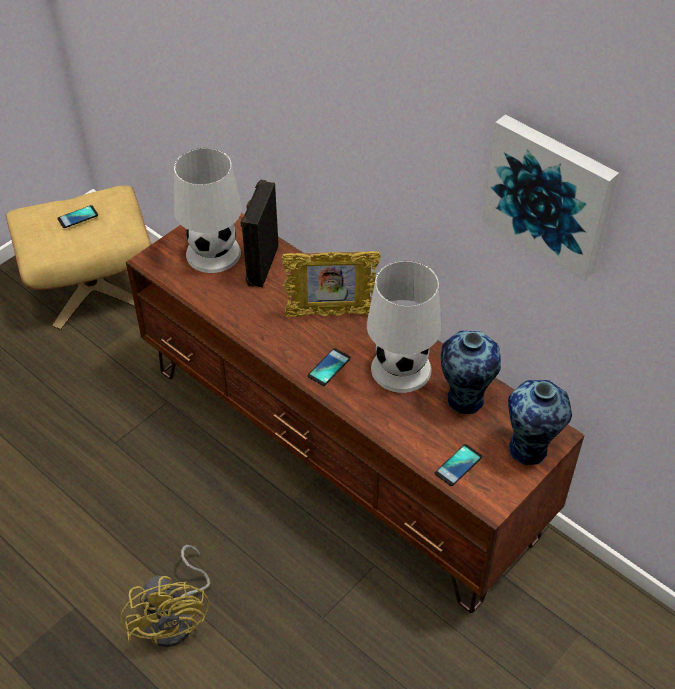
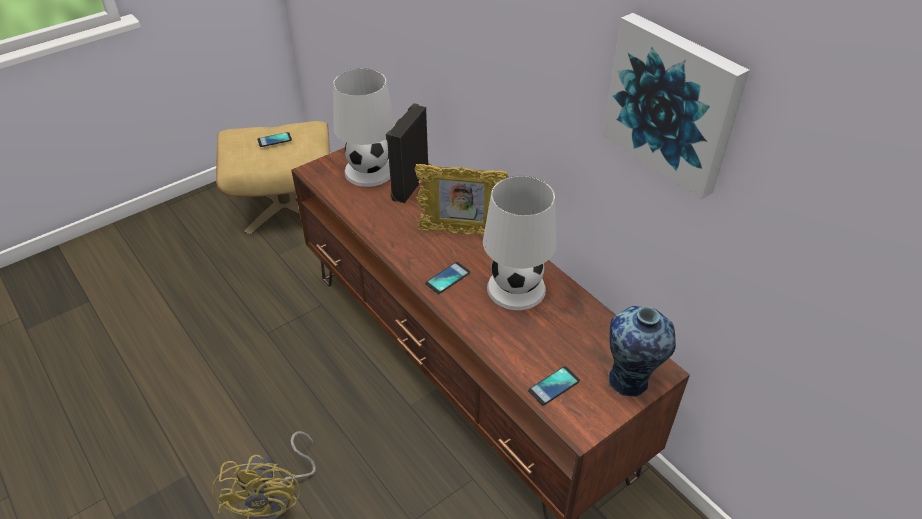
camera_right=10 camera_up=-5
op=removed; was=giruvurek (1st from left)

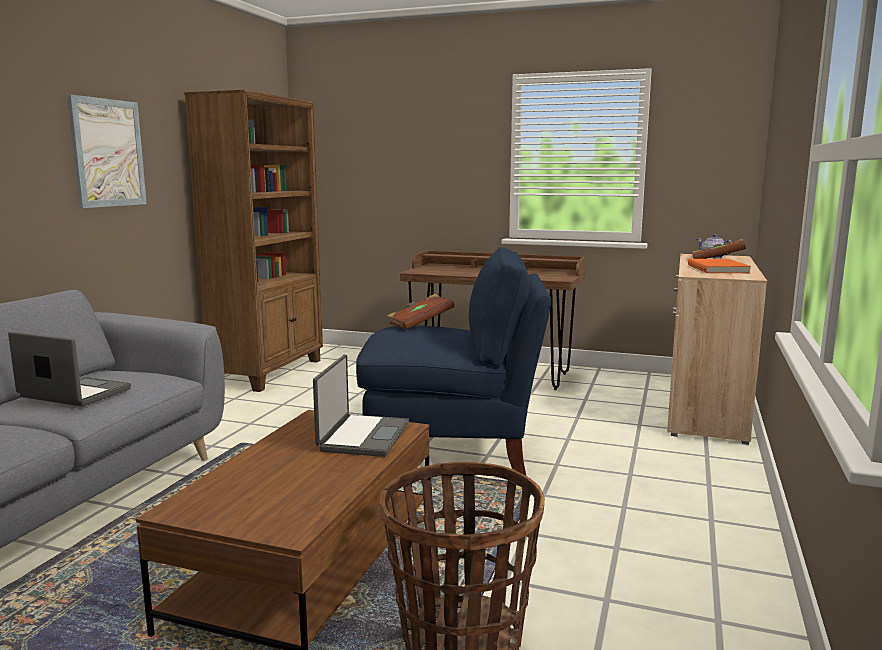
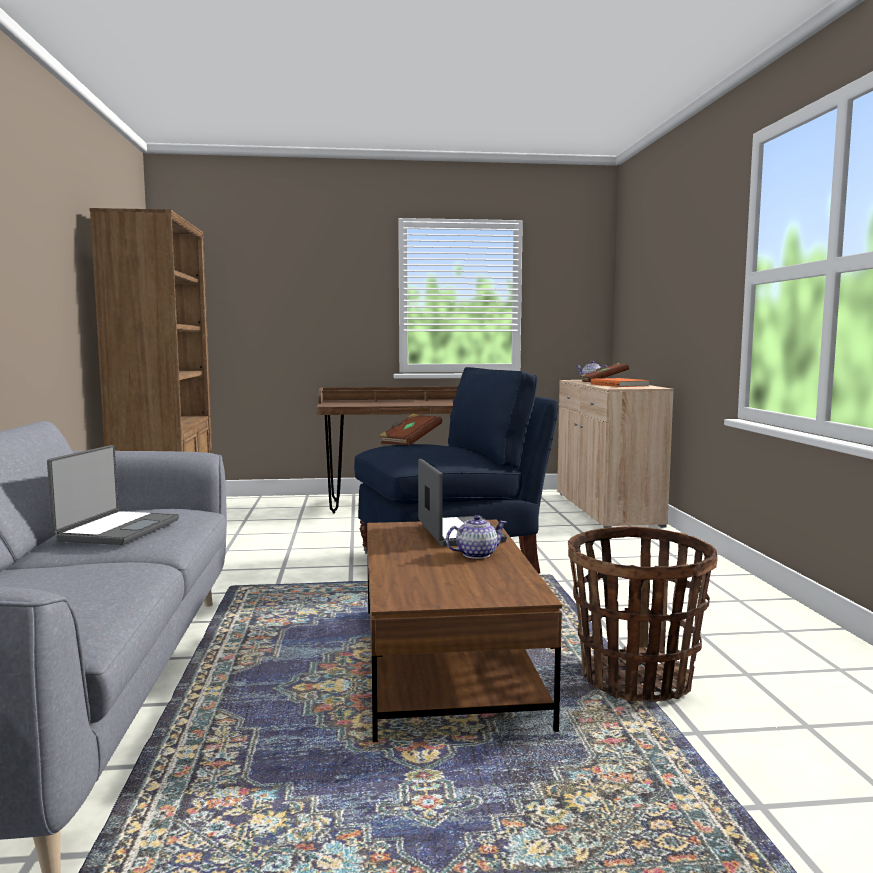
camera_right=-25 camera_up=-5
op=removed; was=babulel
op=added; now=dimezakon (1st from left)
op=turned; was=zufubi (1st from left); clockwise=105

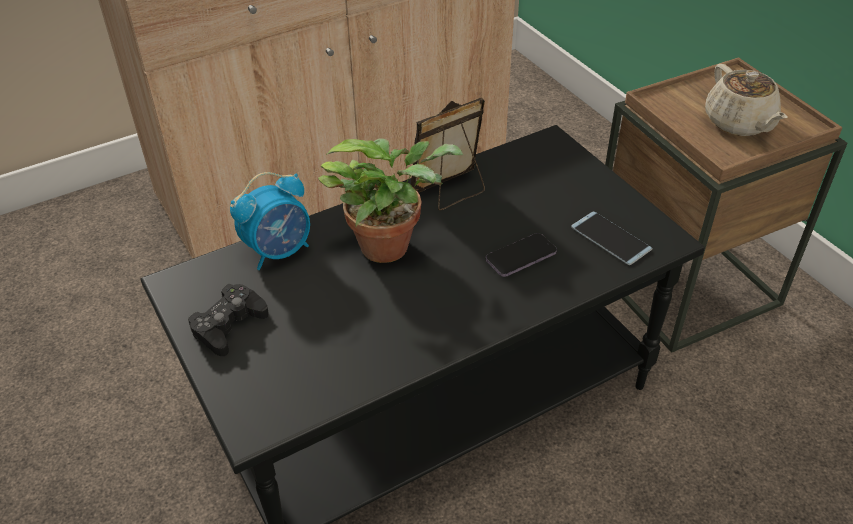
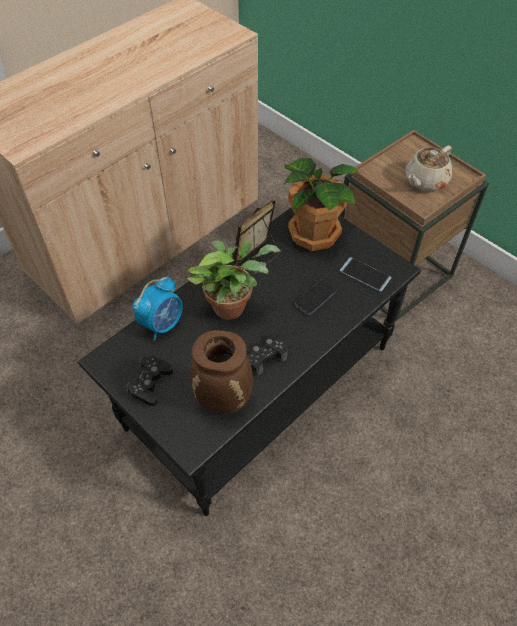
camera_right=-15 camera_up=10
op=added; now=brown_giruvurek
op=added; now=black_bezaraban (2nd from left)
op=added; now=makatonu (2nd from left)
op=turned; was=beige_dimezakon; clockwise=75

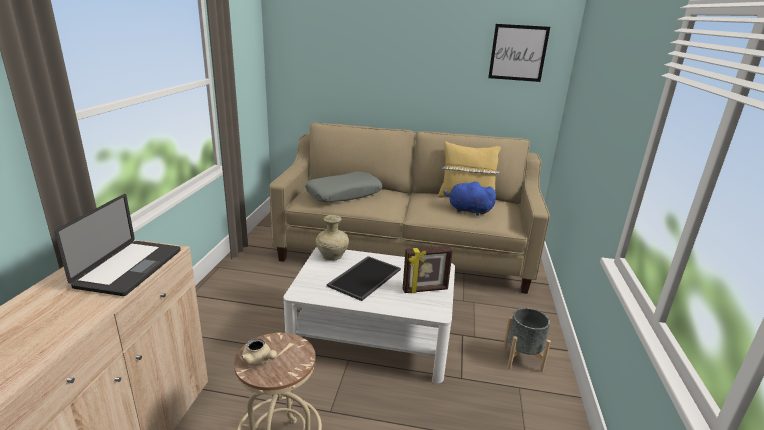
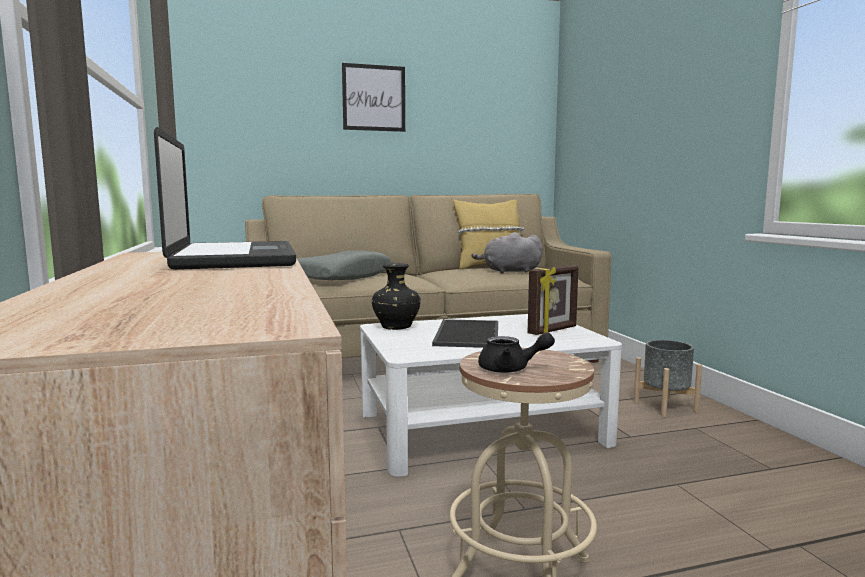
camera_right=-25 camera_up=-15
op=moved; was=babulel
op=recoloured; was=beige_dimezakon; now=black_dimezakon
op=recoloured; was=beige_giruvurek; now=black_giruvurek
op=recoloured; was=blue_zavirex; now=grey_zavirex

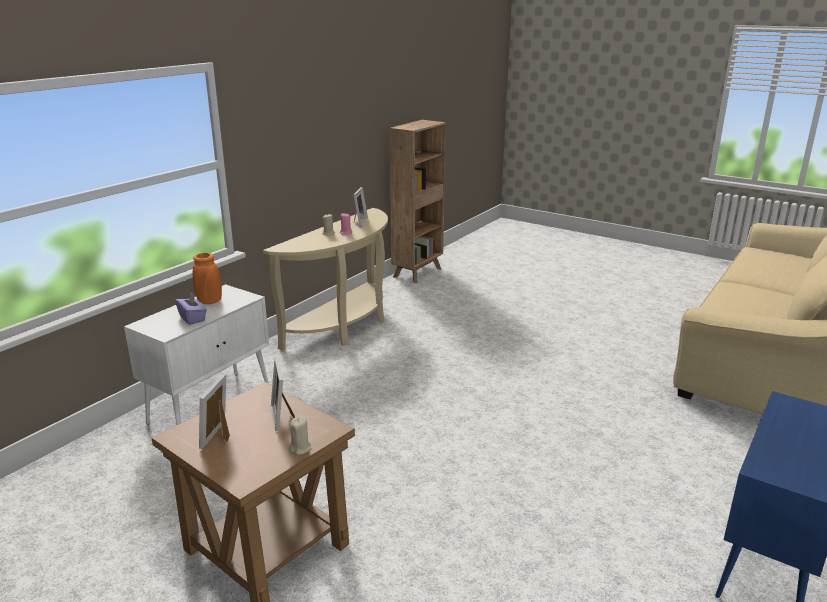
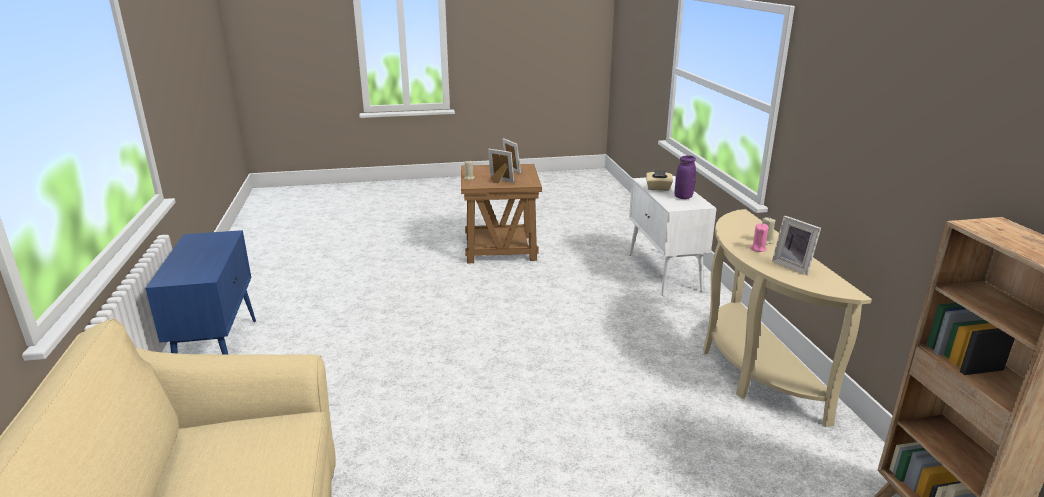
camera_right=135 camera_up=0
op=recoloured; was=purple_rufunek; now=beige_rufunek
op=recoloured; was=orange_giruvurek; now=purple_giruvurek

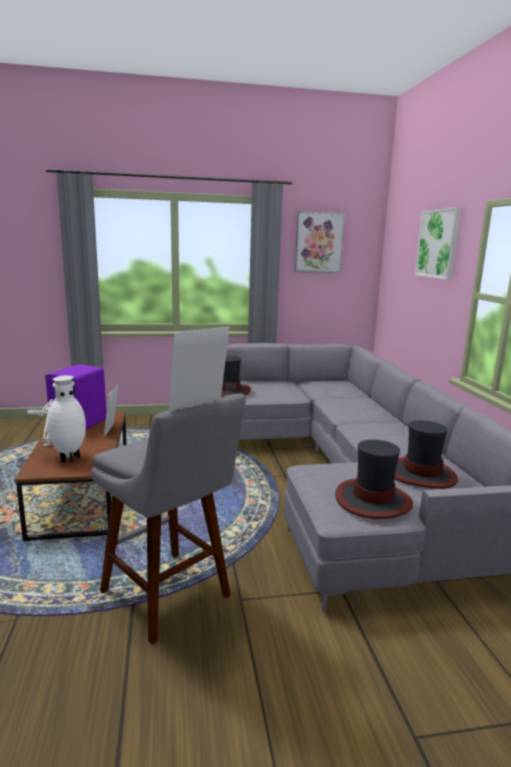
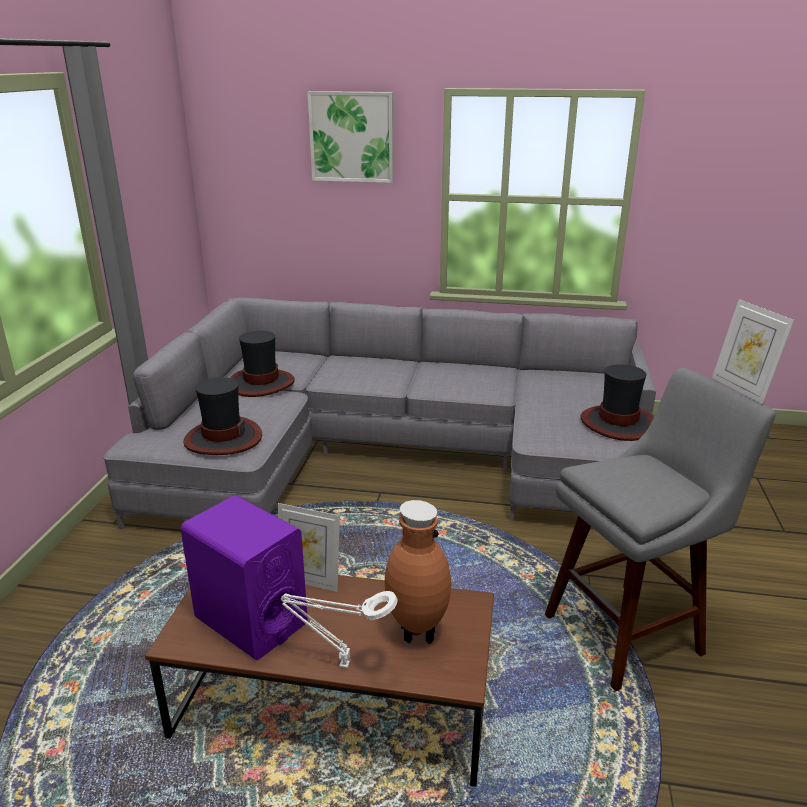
camera_right=-70 camera_up=10
op=removed; was=babulel (1st from left)
op=moved; was=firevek (3rd from left in the first image); now=firevek (2nd from left)
op=recoloured; was=white_giruvurek; now=brown_giruvurek

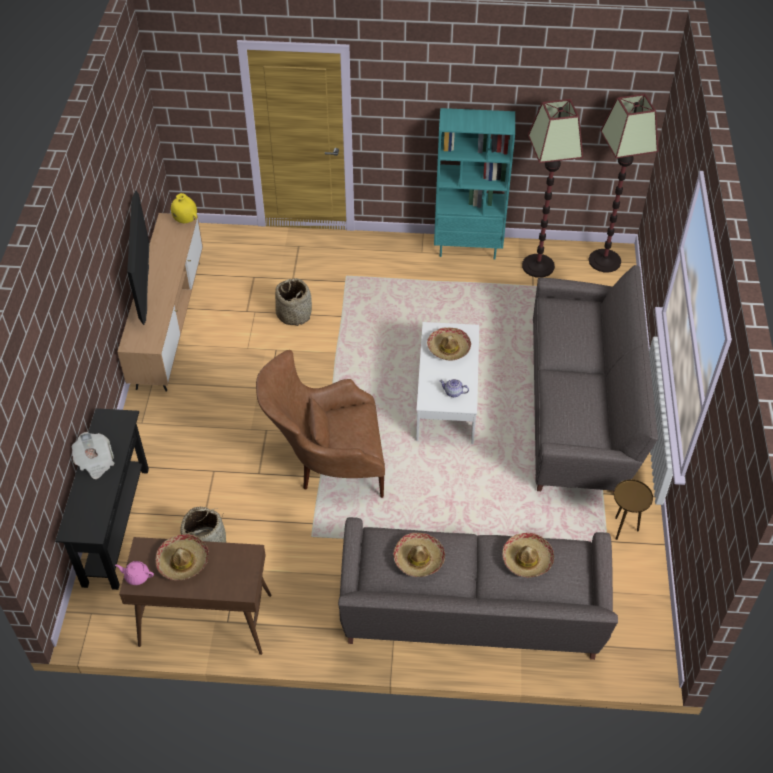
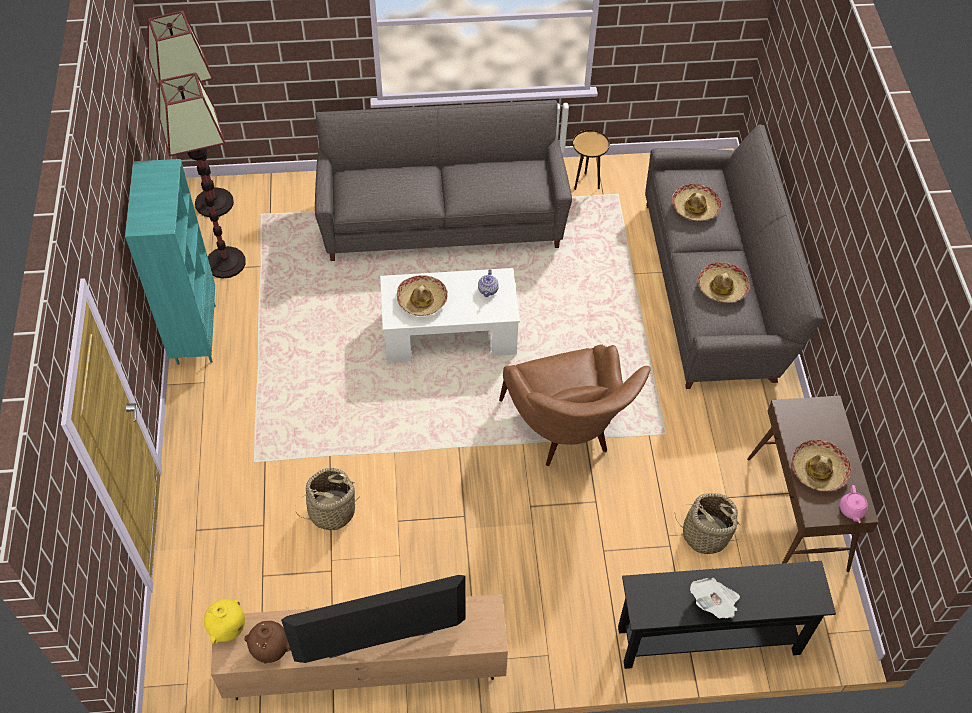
camera_right=-100 camera_up=5
op=added; now=brown_giruvurek

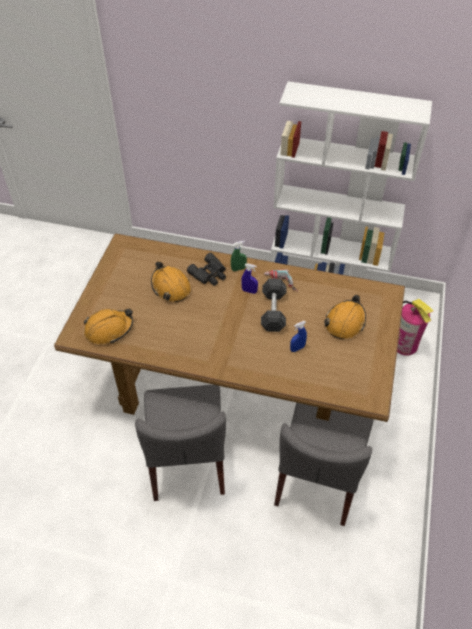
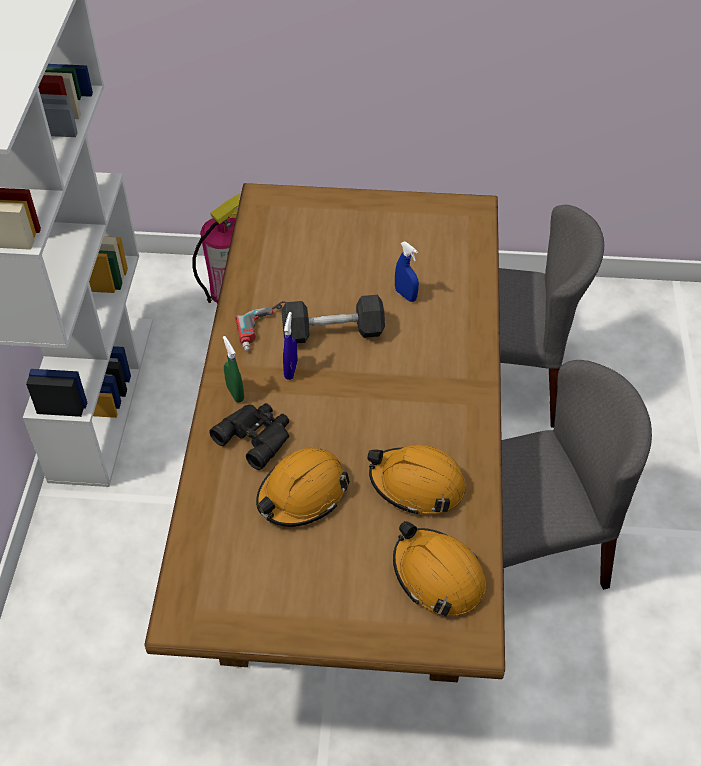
camera_right=-100 camera_up=0
op=moved; was=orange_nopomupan (3rd from left in the first image); now=orange_nopomupan (2nd from left)

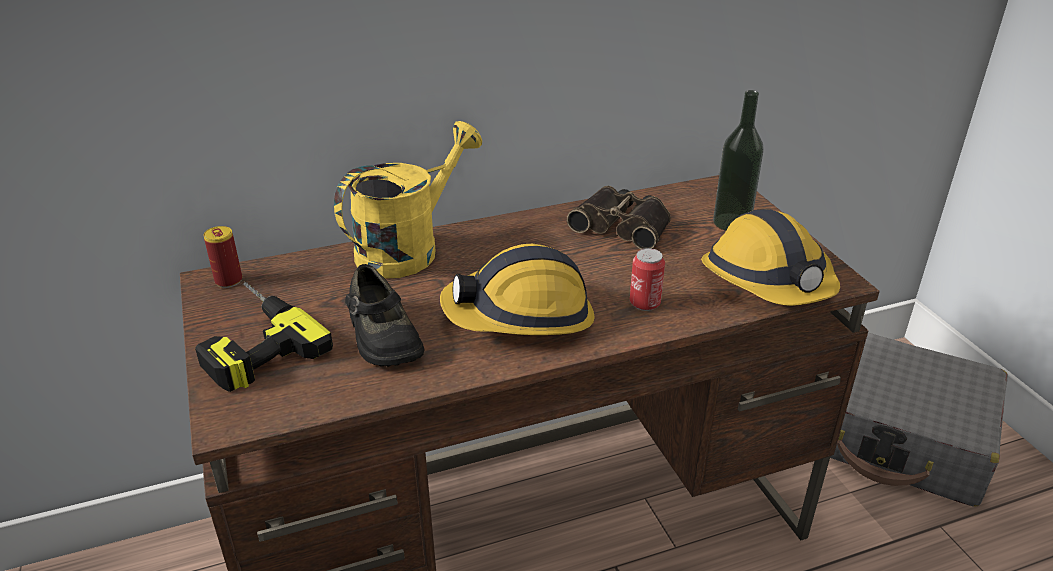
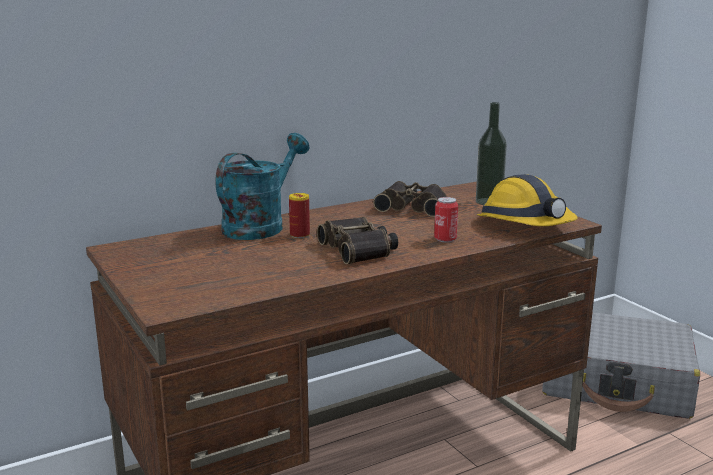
camera_right=-10 camera_up=-15
op=removed; was=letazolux
op=removed; was=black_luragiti
op=moved; was=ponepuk (1st from left)
op=replaced; was=nopomupan (1st from left); now=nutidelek (1st from left)
op=recoloured; was=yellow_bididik; now=turquoise_bididik

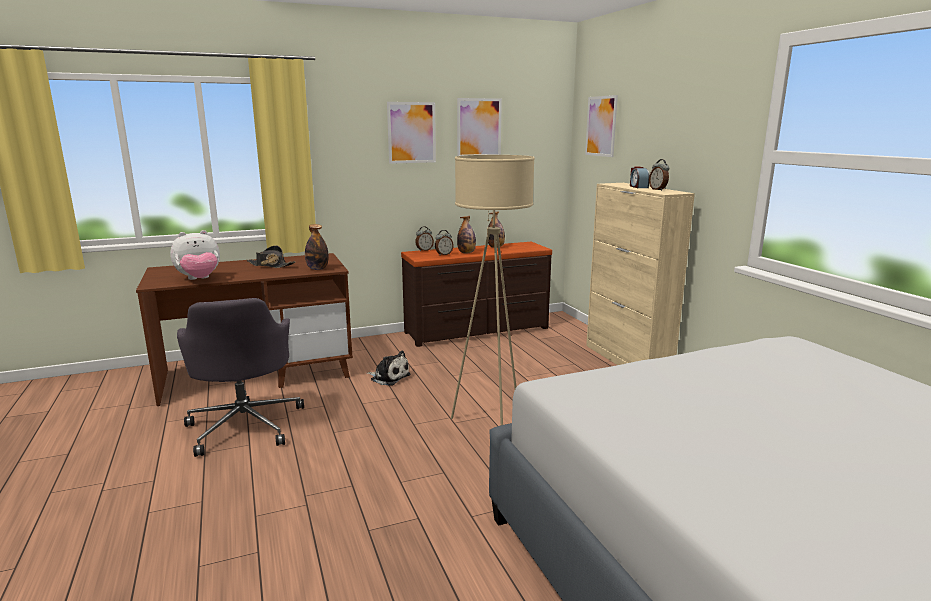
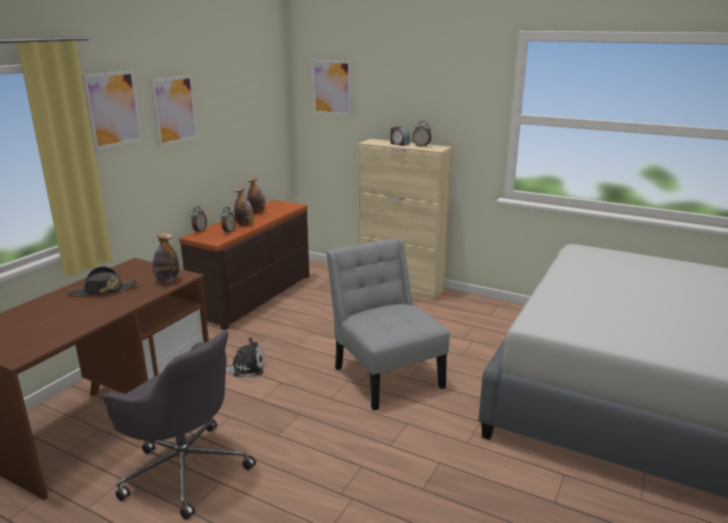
camera_right=-40 camera_up=5
op=removed; was=zavirex (1st from left)
op=moved; was=babulel (2nd from left in the first image); now=babulel (1st from left)
op=replaced; was=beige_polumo; now=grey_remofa

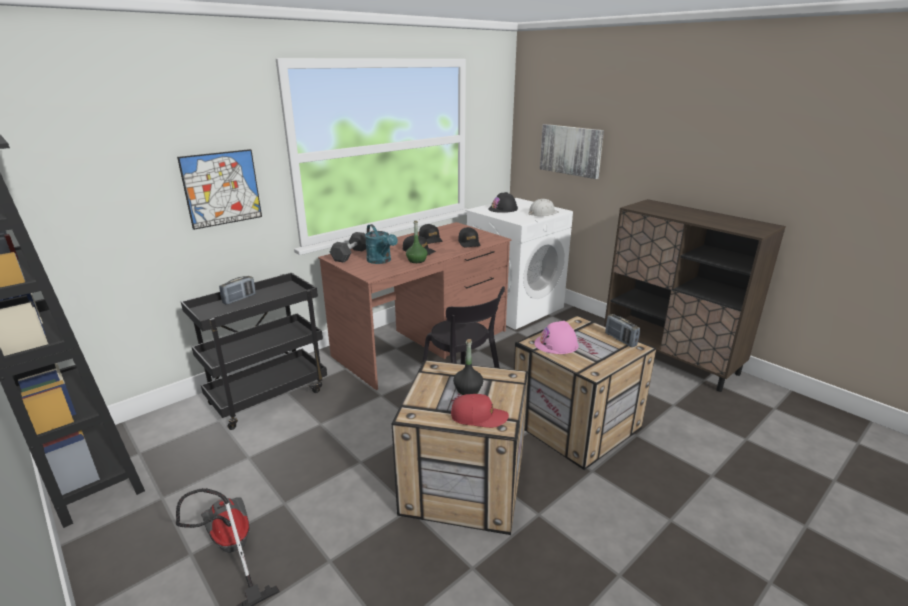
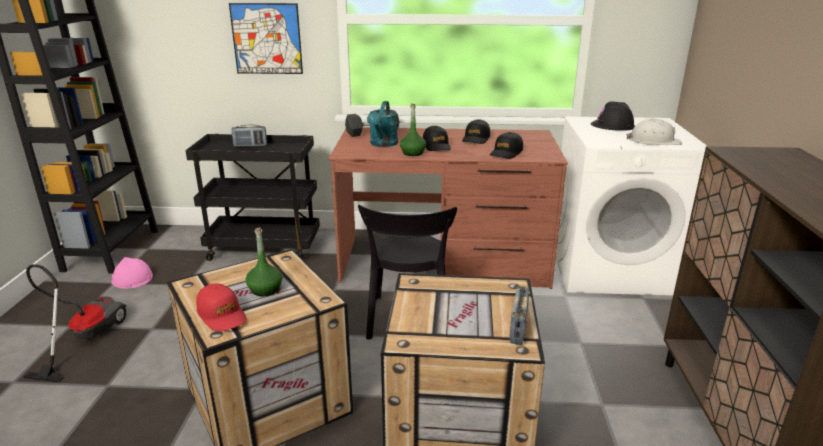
camera_right=45 camera_up=0
op=removed; was=babulel (2nd from left)
op=moved; was=pink_nopomupan
op=recoloured; was=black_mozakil; now=green_mozakil (1st from left)

